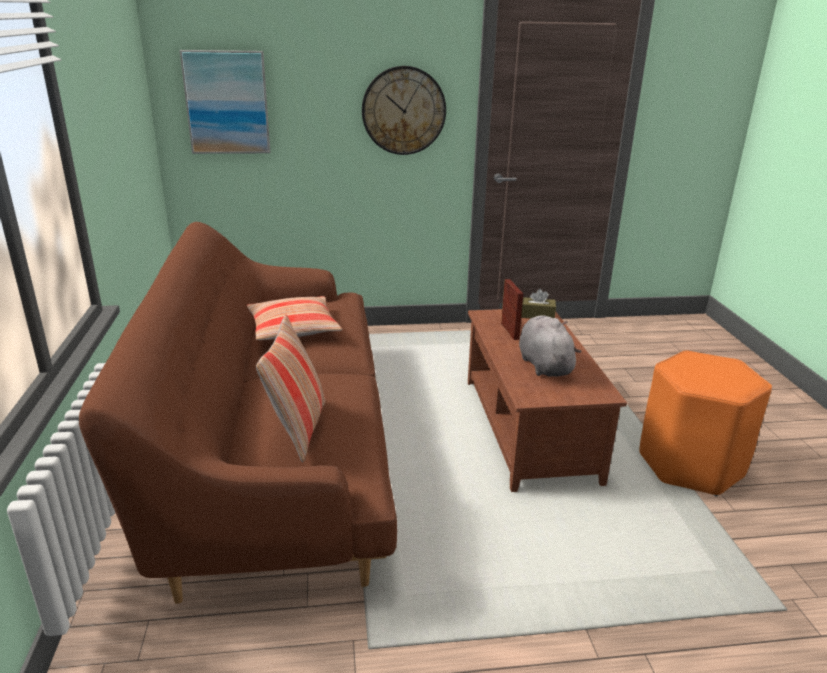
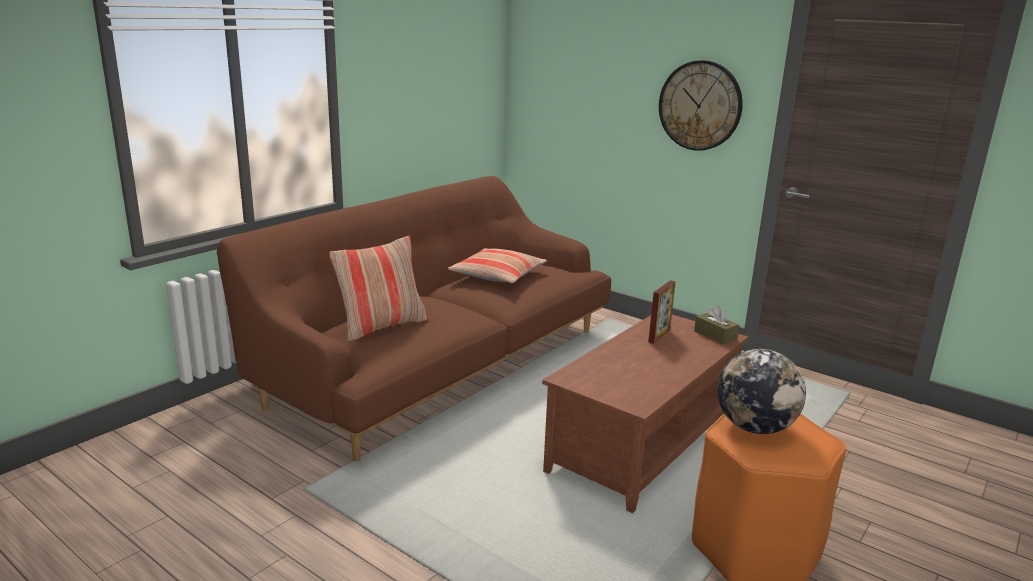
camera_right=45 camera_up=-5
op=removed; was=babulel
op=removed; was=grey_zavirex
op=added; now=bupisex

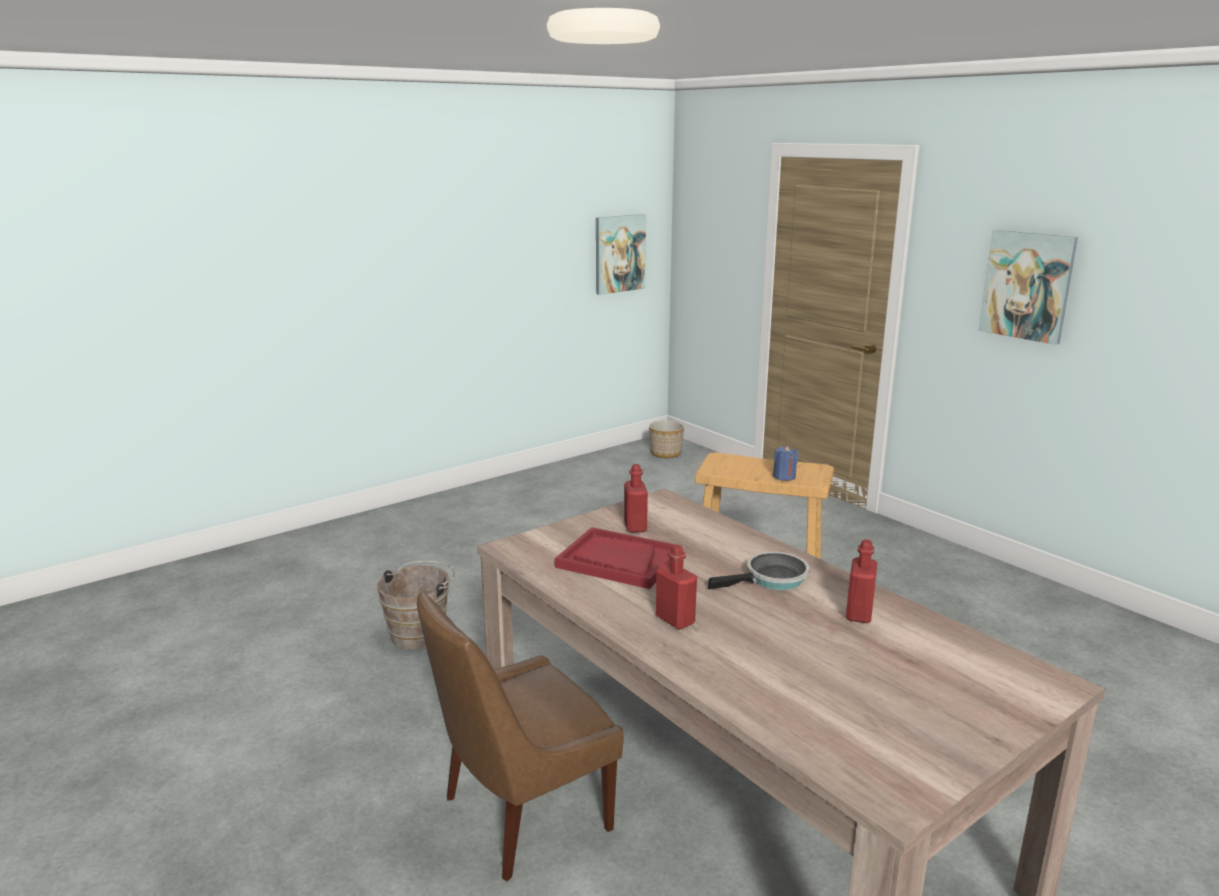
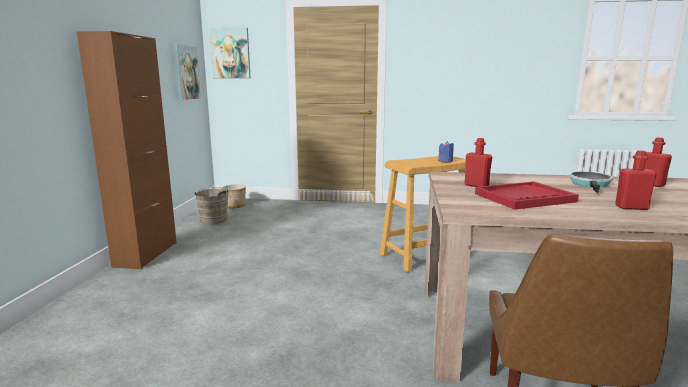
camera_right=-45 camera_up=-5
op=added; now=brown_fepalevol
op=moved; was=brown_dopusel
op=moved; was=babulel (2nd from left)

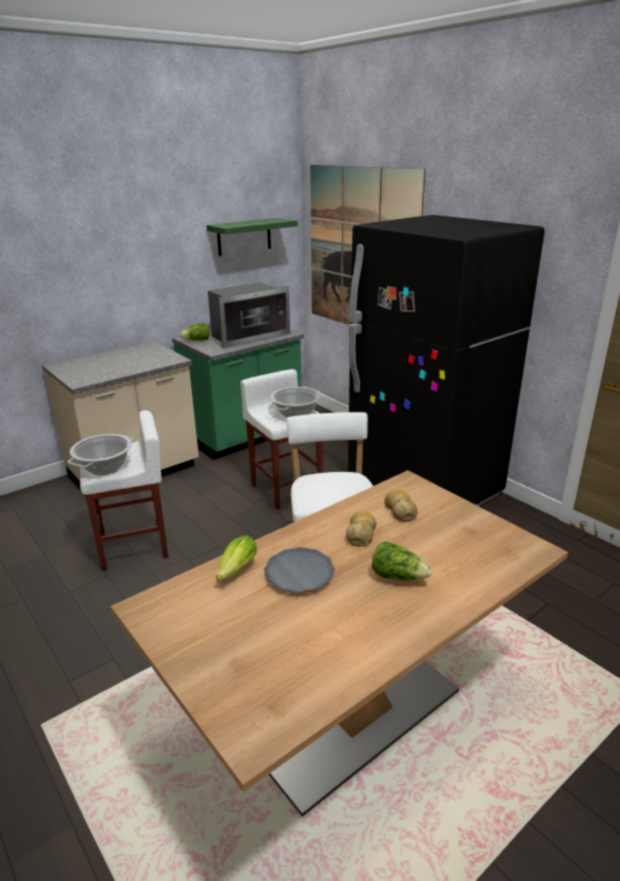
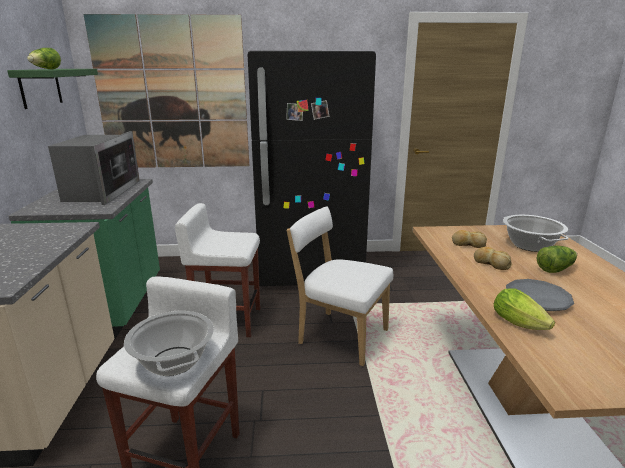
camera_right=-55 camera_up=-5
op=moved; was=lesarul (1st from left)
op=moved; was=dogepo (2nd from left)

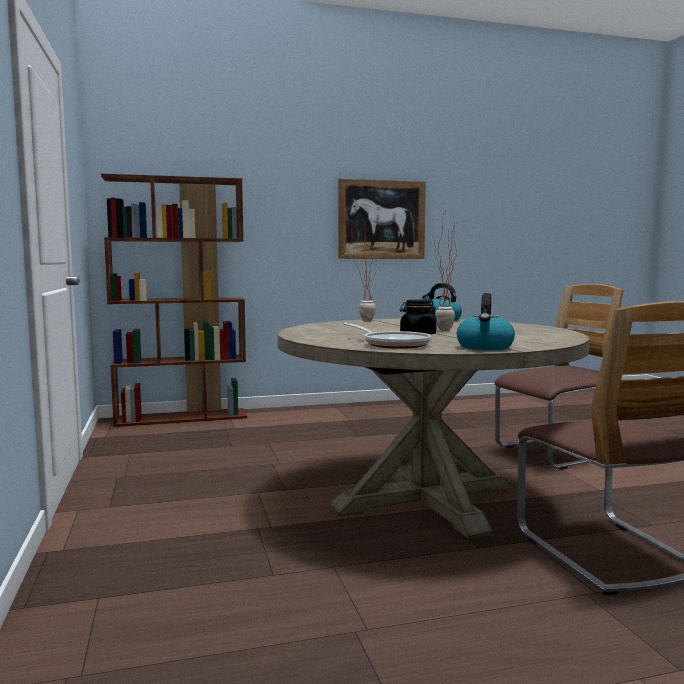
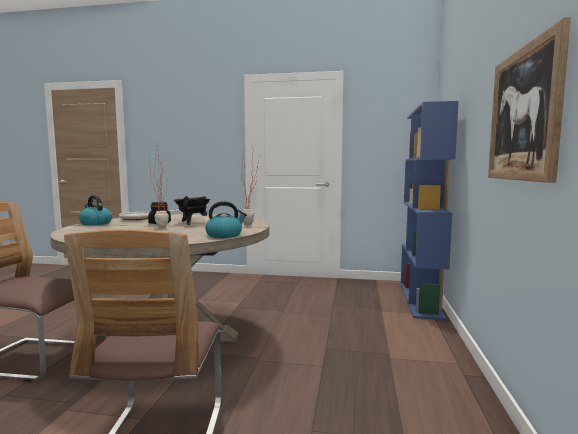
camera_right=115 camera_up=0
op=added; now=black_dogepo
op=recoloured; was=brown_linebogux; now=blue_linebogux

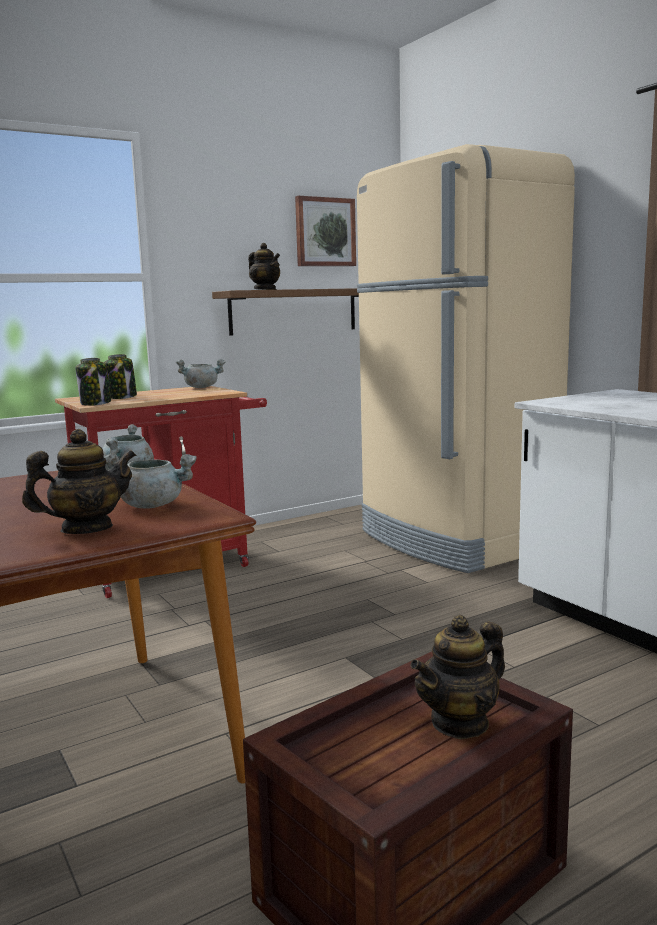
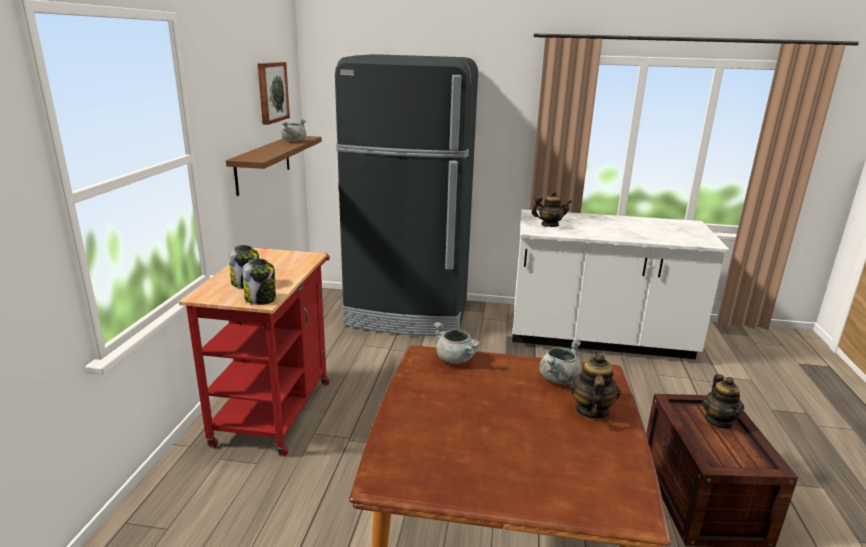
camera_right=-50 camera_up=10
op=moved; was=grey_dogepo (3rd from left in the first image); now=grey_dogepo (1st from left)
op=moved; was=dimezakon (2nd from left in the first image); now=dimezakon (1st from left)
op=recoloured; was=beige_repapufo; now=black_repapufo

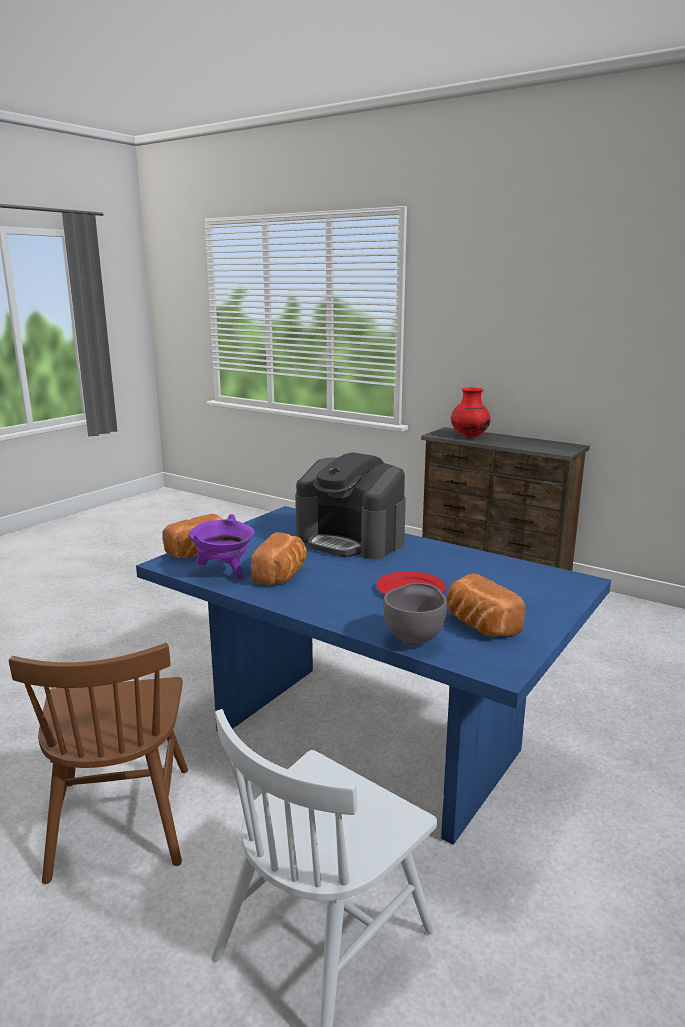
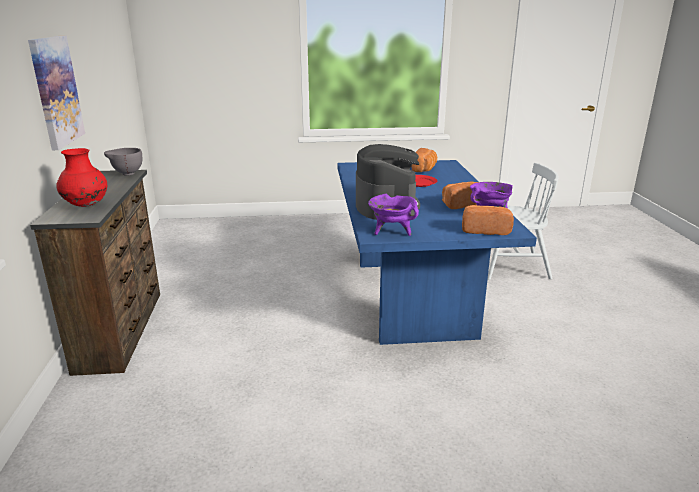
camera_right=-130 camera_up=5
op=removed; was=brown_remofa
op=added; now=babulel
op=added; now=purple_dogepo (1st from left)
op=moved; was=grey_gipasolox

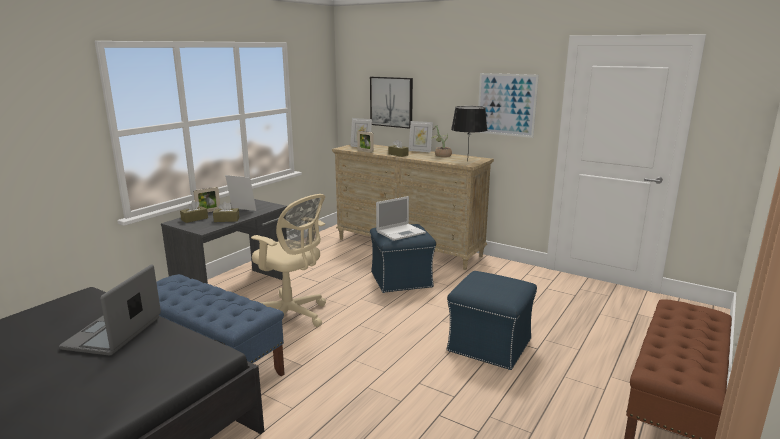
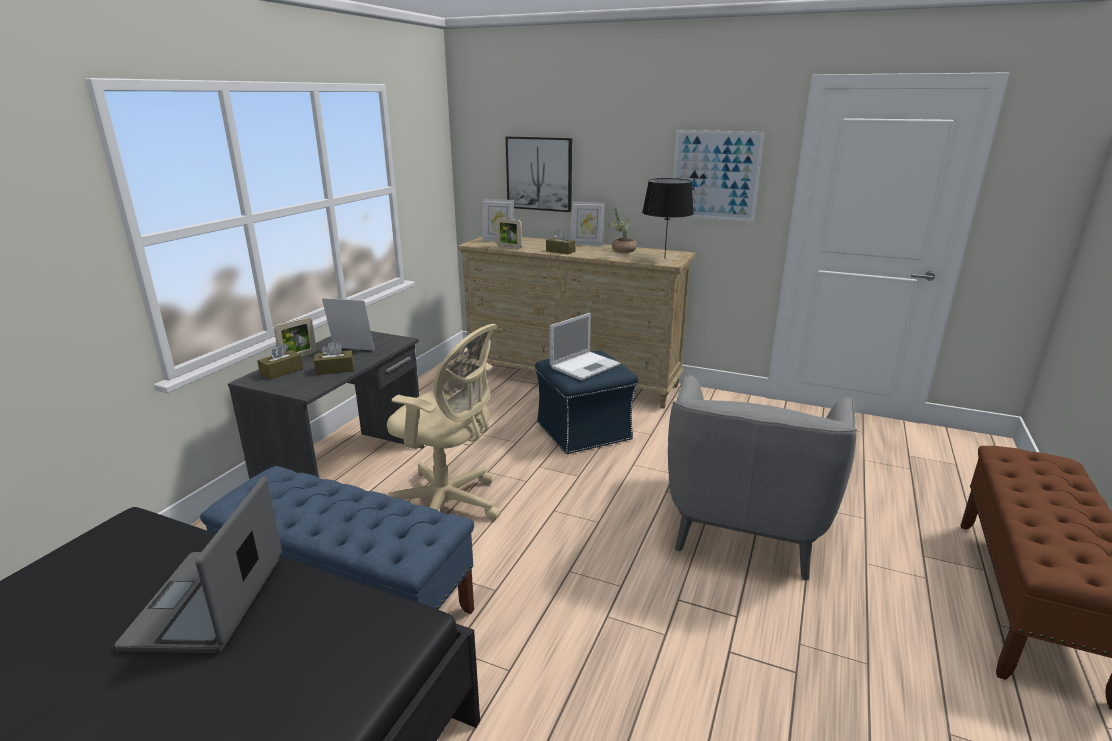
camera_right=-10 camera_up=5
op=replaced; was=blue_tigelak (2nd from left); now=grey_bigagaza

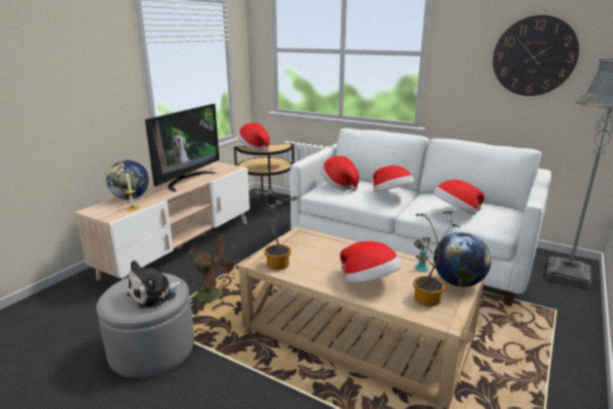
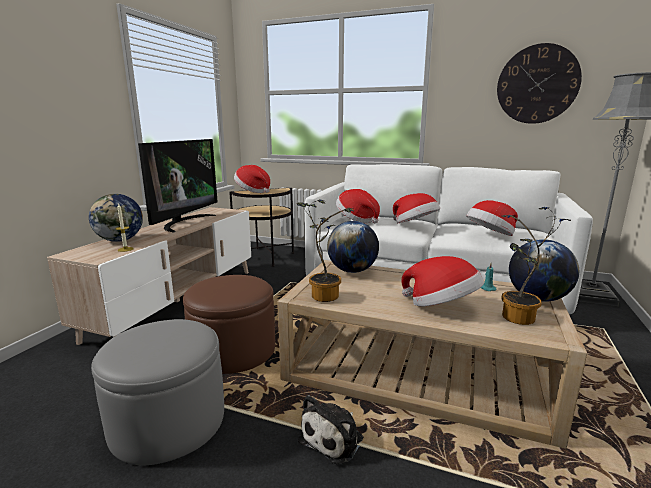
camera_right=-10 camera_up=-5
op=added; now=bupisex (2nd from left)
op=moved; was=zavirex
op=replaced; was=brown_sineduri; now=brown_tigelak

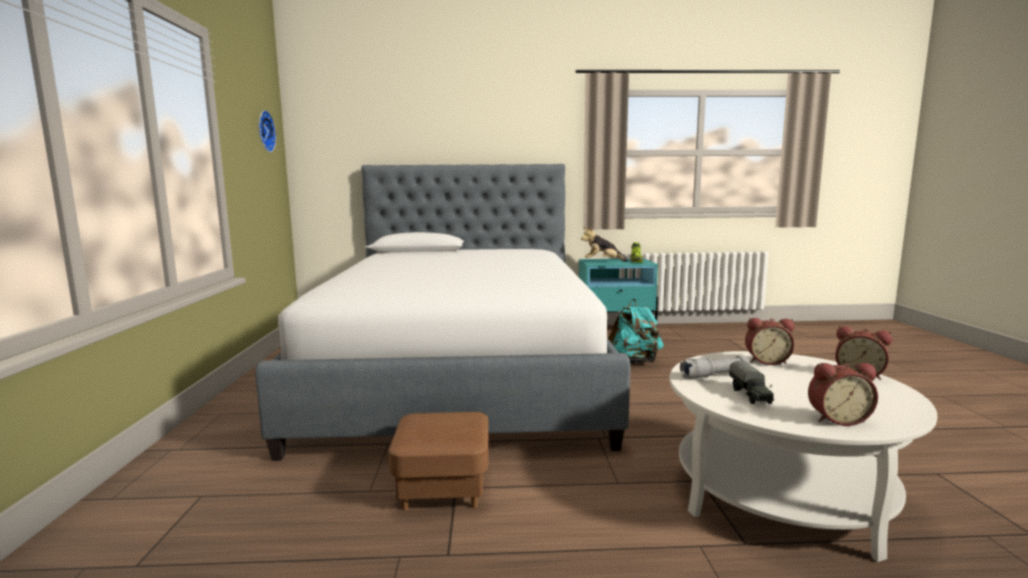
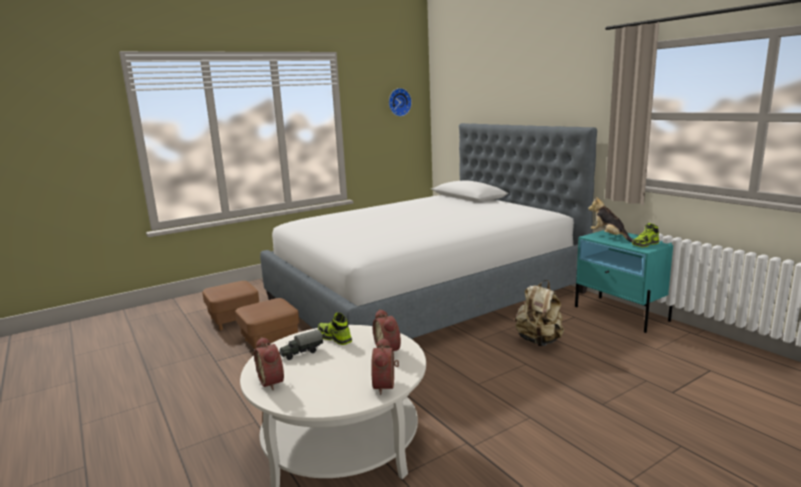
camera_right=60 camera_up=5
op=added; now=brown_tigelak (1st from left)
op=replaced; was=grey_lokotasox; now=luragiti (1st from left)
op=recoloured; was=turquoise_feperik; now=beige_feperik

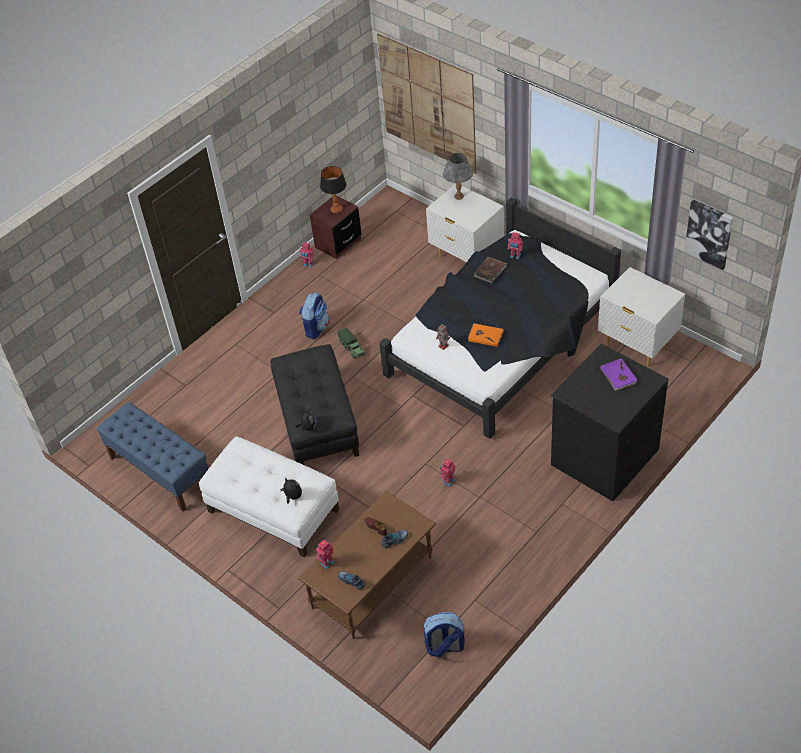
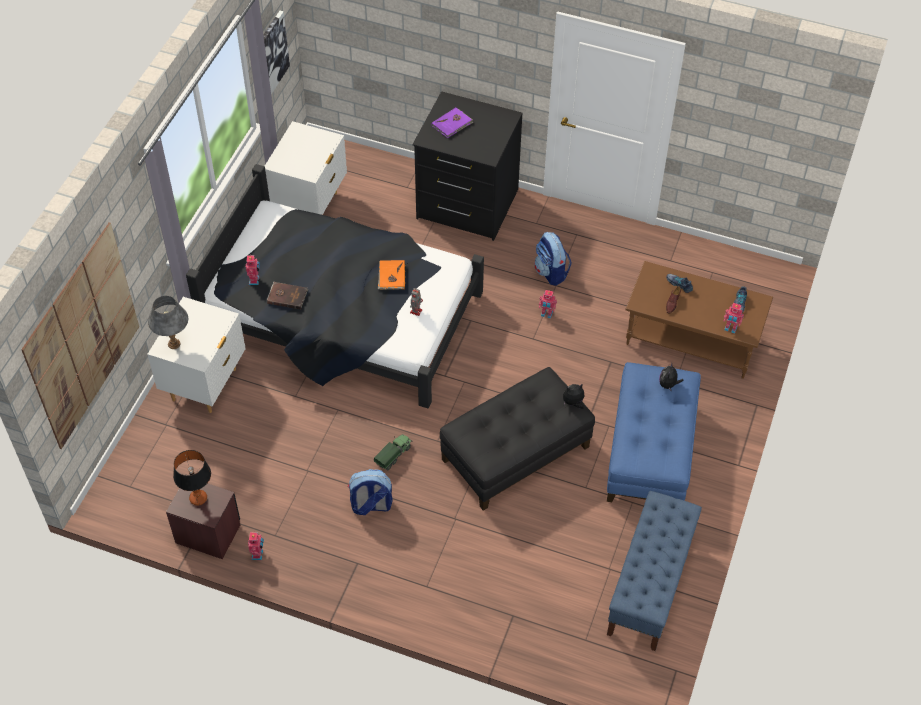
camera_right=-115 camera_up=5
op=moved; was=feperik (2nd from left)
op=recoloured; was=white_tigelak; now=blue_tigelak

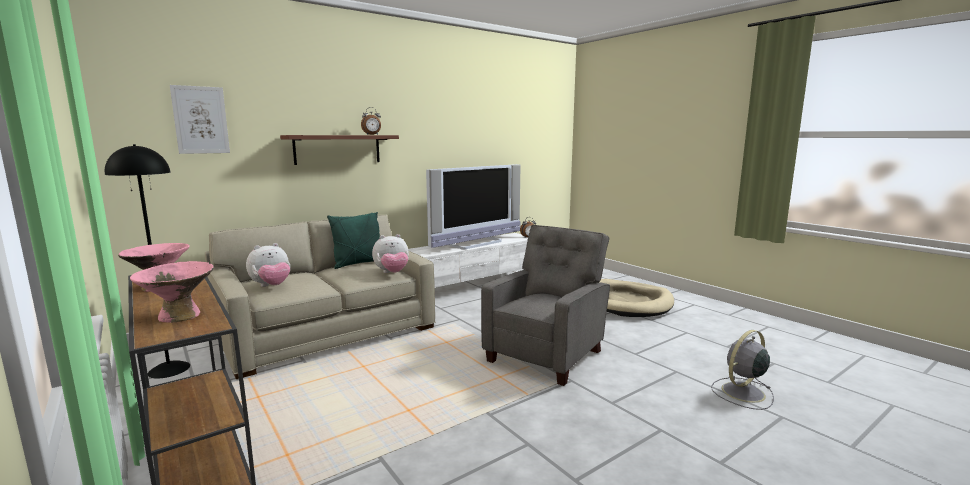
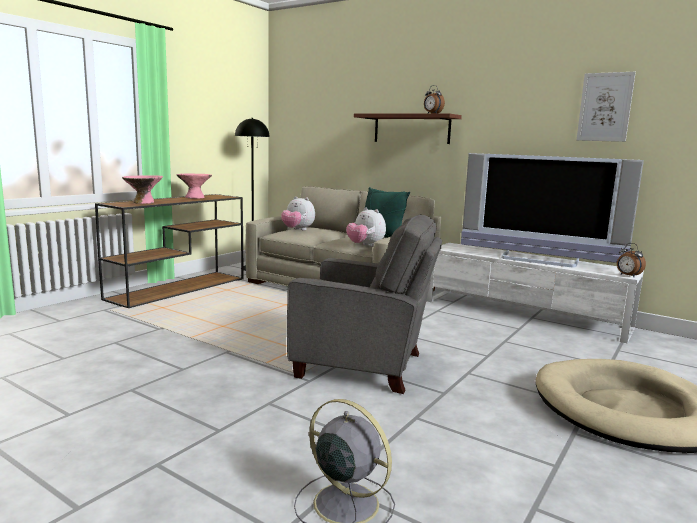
camera_right=70 camera_up=0
op=moved; was=babulel

